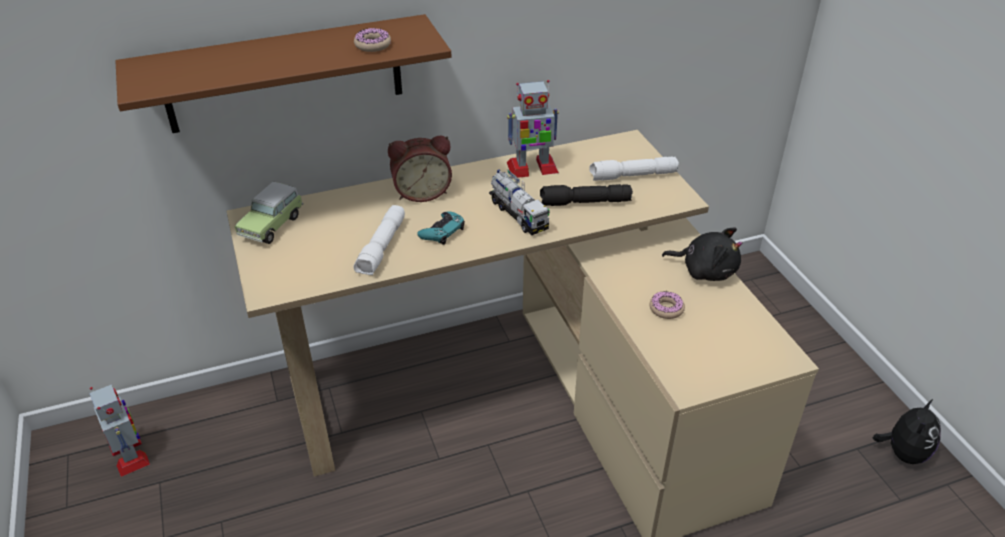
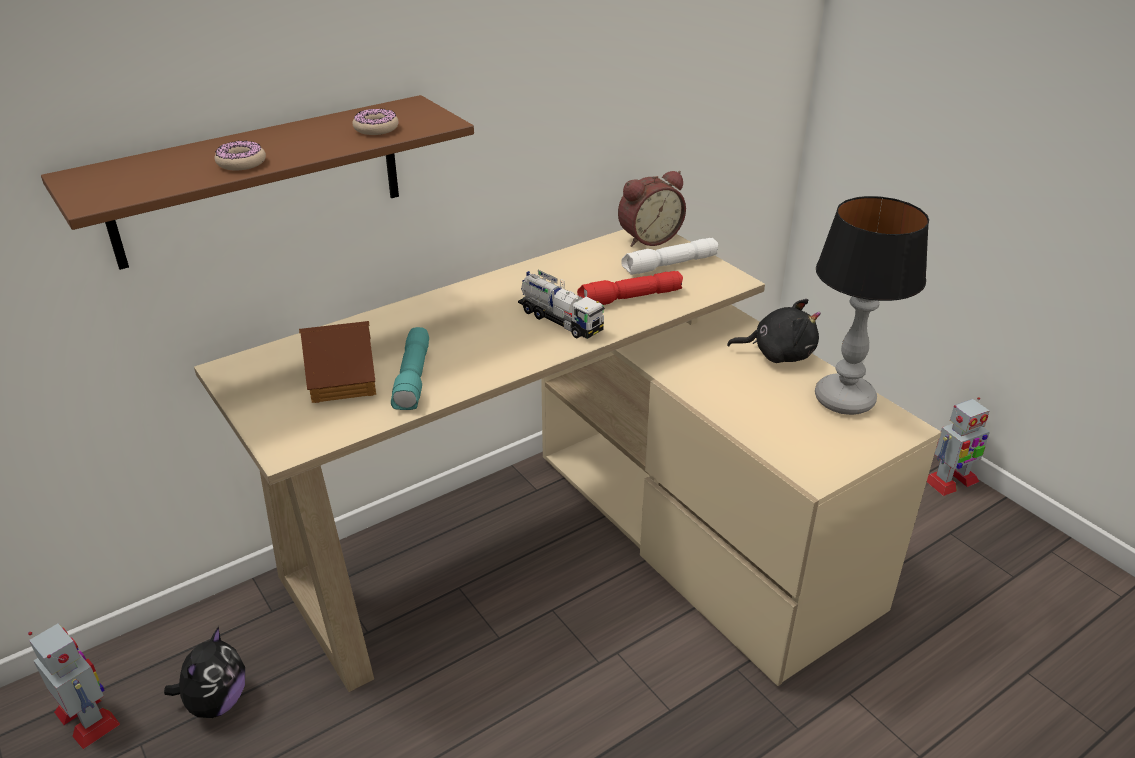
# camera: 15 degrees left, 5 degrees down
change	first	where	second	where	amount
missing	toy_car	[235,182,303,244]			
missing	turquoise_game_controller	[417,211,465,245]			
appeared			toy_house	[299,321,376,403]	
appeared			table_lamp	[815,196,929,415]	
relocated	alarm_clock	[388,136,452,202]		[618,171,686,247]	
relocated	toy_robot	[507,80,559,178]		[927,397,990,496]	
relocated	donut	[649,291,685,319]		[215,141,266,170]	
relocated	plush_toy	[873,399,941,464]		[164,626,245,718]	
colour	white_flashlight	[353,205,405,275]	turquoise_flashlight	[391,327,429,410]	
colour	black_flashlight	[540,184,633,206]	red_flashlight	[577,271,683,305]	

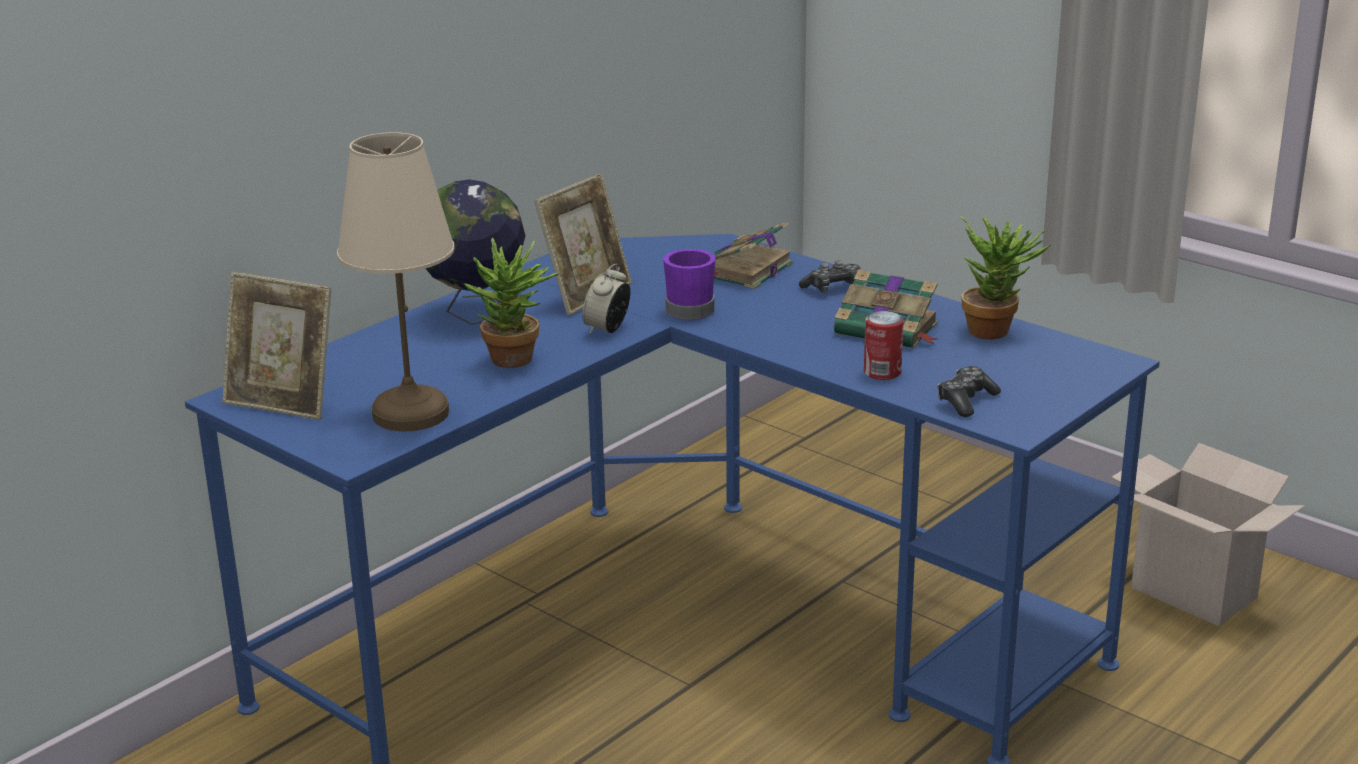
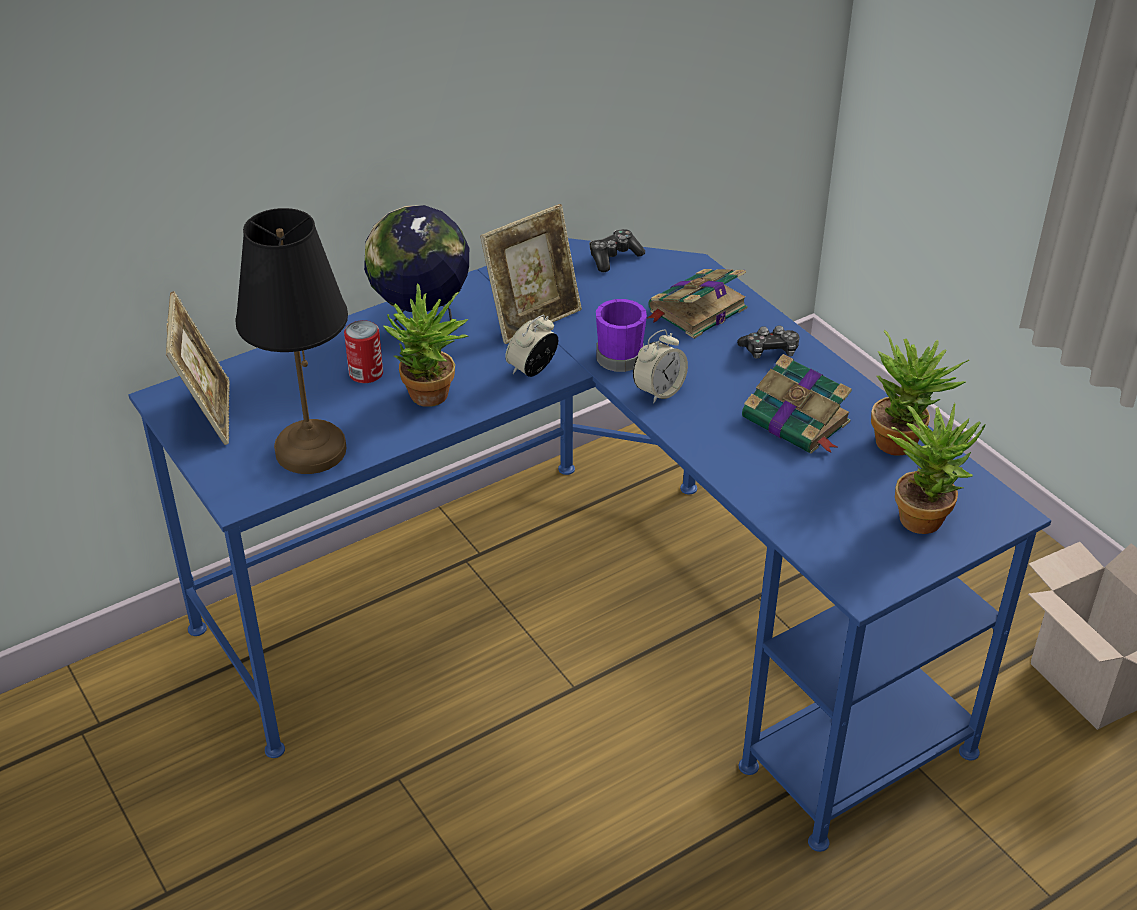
# camera: 15 degrees right, 15 degrees up
change	first	where	second	where	amount
appeared			alarm_clock	[633,329,688,404]	
appeared			potted_plant	[887,403,986,534]	
relocated	can	[864,311,904,380]		[344,320,383,383]	
relocated	game_controller	[937,366,1001,417]		[589,229,645,272]	
colour	beige_table_lamp	[337,132,455,431]	black_table_lamp	[235,208,348,474]	
spun	picture_frame	[222,272,331,420]		[166,291,230,445]	135 degrees counterclockwise

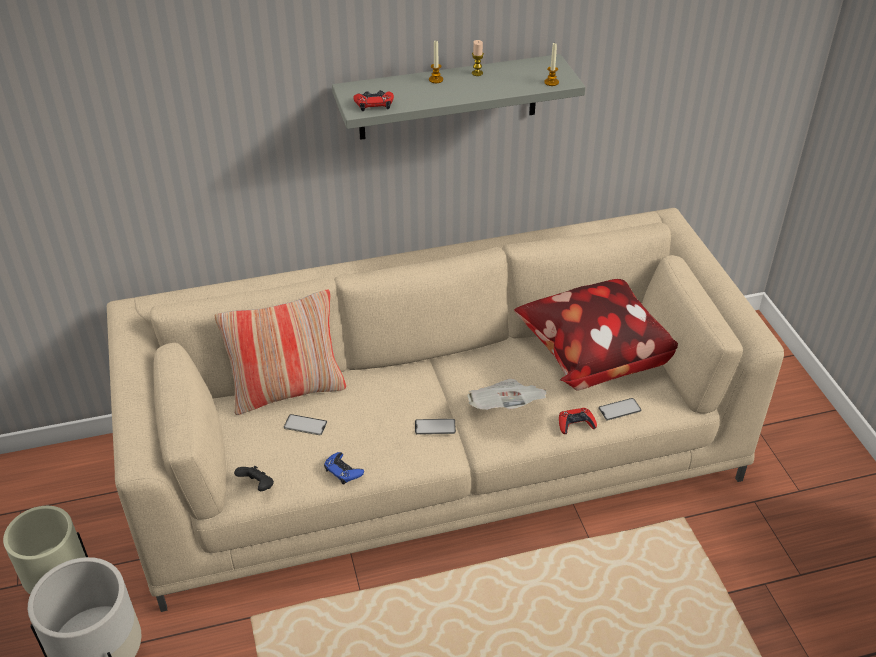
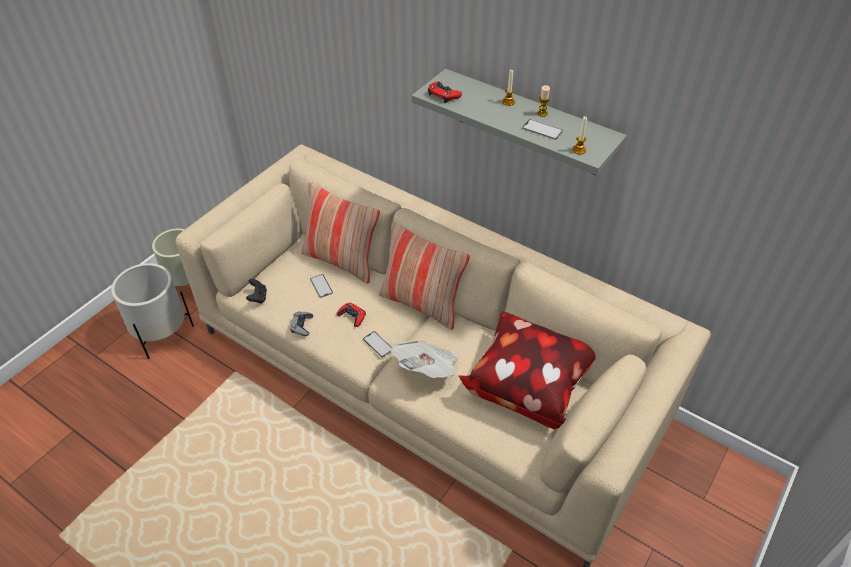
# camera: 50 degrees right, 5 degrees up
change	first	where	second	where	amount
appeared			pillow	[379,223,470,330]	
relocated	red_game_controller	[559,408,597,434]		[337,303,366,327]	
relocated	phone	[598,398,641,421]		[522,119,563,140]	
colour	blue_game_controller	[324,452,364,485]	grey_game_controller	[290,312,313,336]	

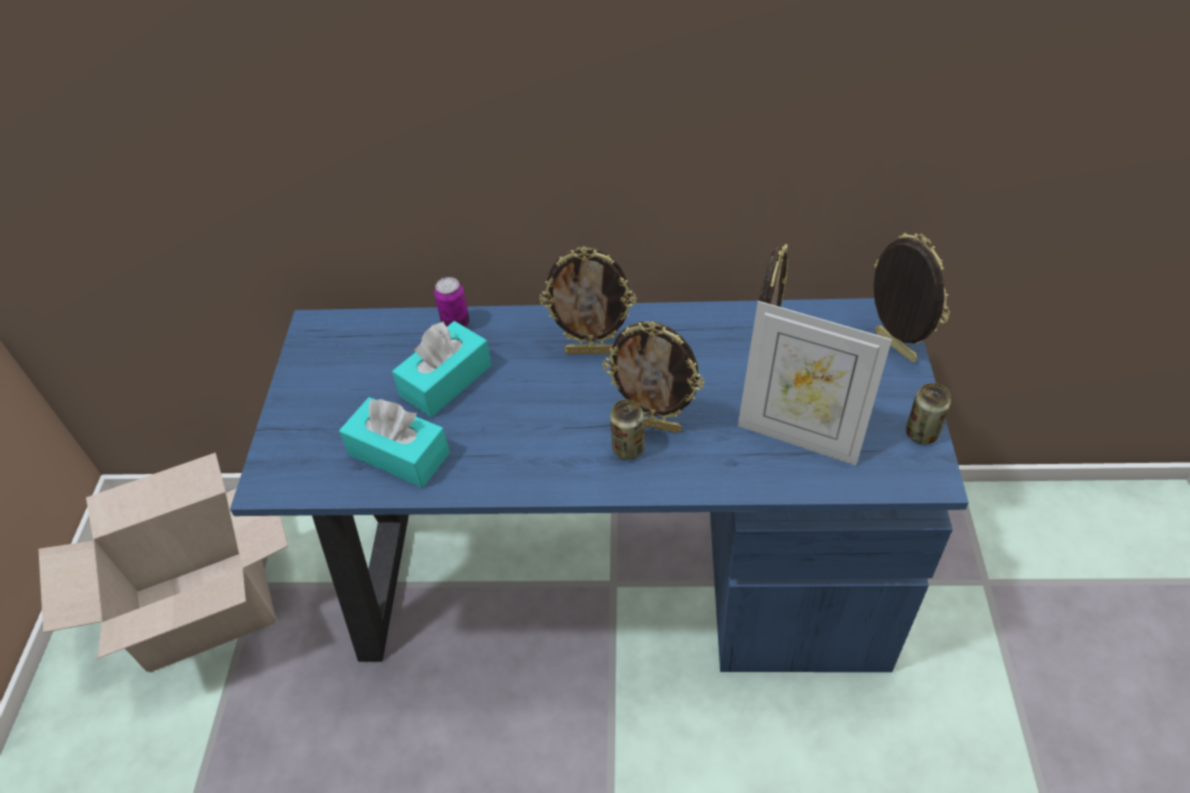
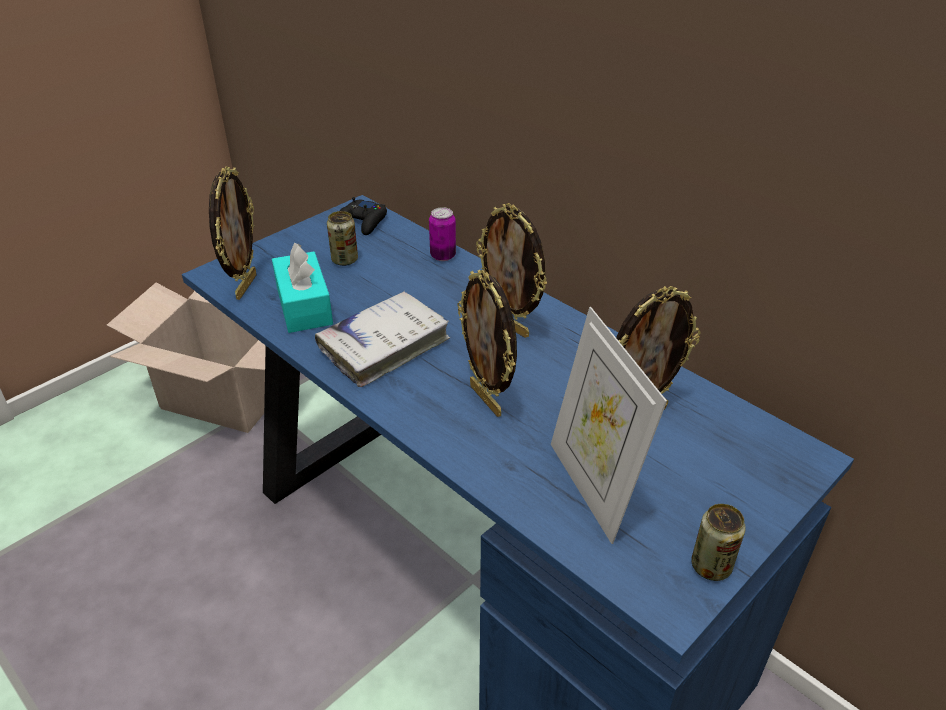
# camera: 40 degrees right, 10 degrees down
change	first	where	second	where	amount
missing	turquoise_tissue_box	[392,321,492,417]			
appeared			white_book	[315,291,450,387]	
appeared			black_game_controller	[340,197,387,235]	
relocated	can	[610,399,645,460]		[327,211,358,266]	
relocated	picture_frame	[874,232,950,362]		[209,166,257,300]	

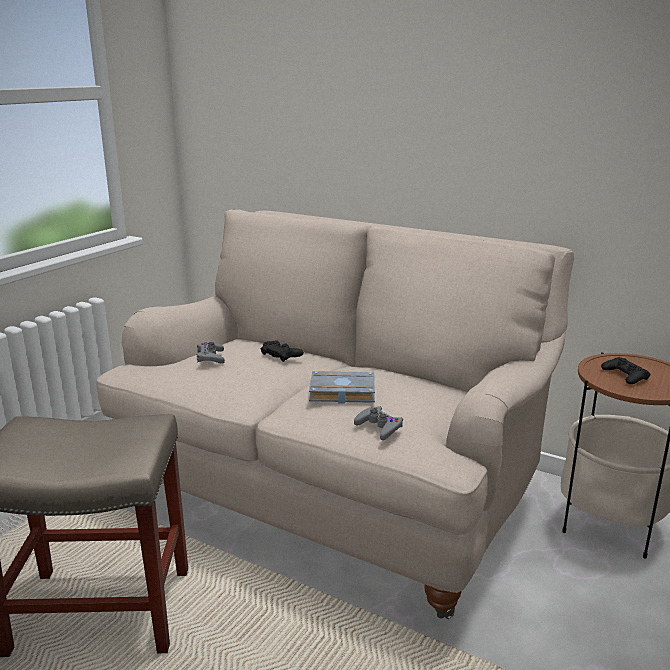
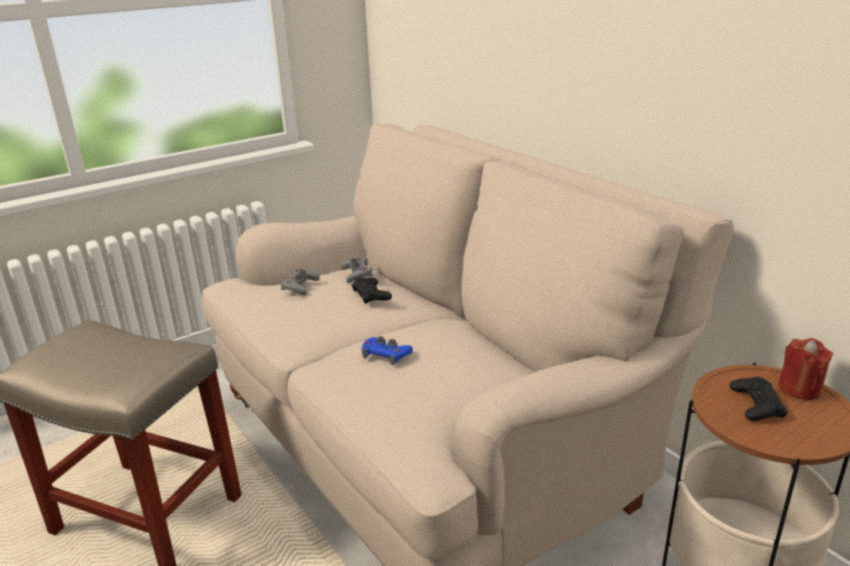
# camera: 25 degrees right, 5 degrees up
change	first	where	second	where	amount
appeared			red_candle	[778,338,833,400]	
relocated	grey_game_controller	[354,406,403,440]		[341,257,372,283]	
exchanged	grey_book	[309,371,375,404]	blue_game_controller	[362,336,413,365]	

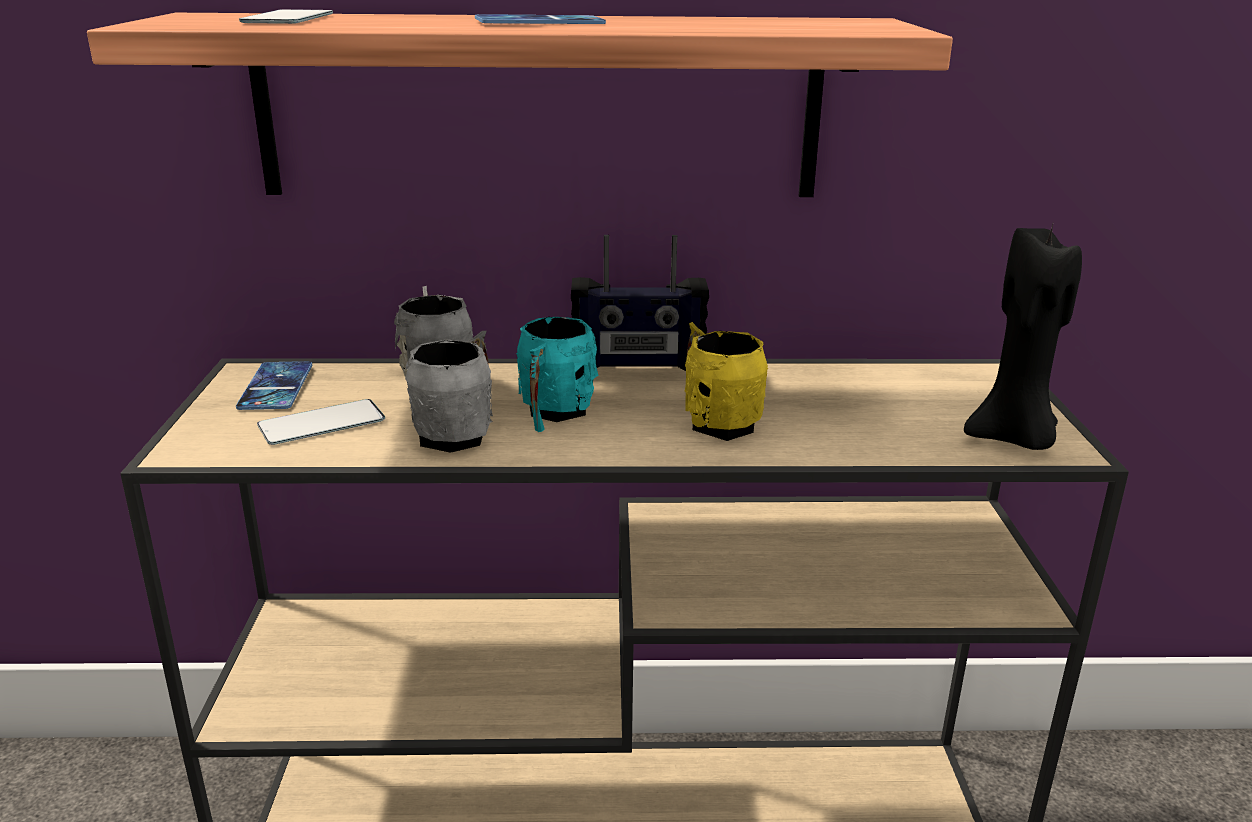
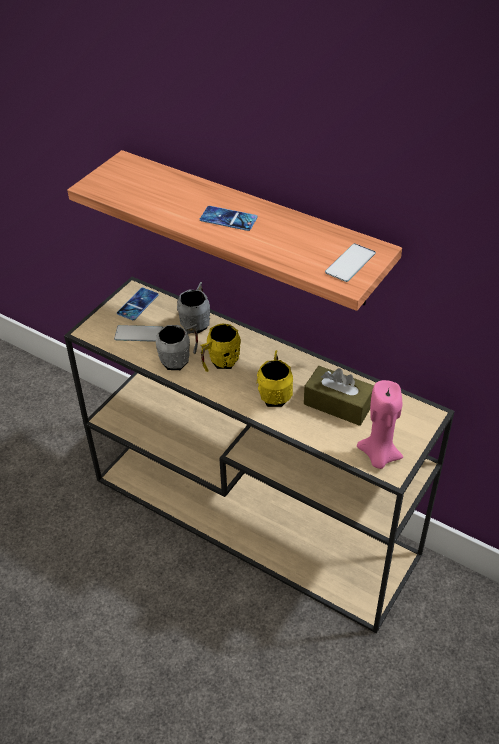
# camera: 35 degrees right, 20 degrees up
change	first	where	second	where	amount
missing	radio	[571,235,709,371]			
appeared			brown_tissue_box	[304,366,374,426]	
relocated	phone	[239,9,333,24]		[325,243,376,282]	
colour	turquoise_mug	[516,317,598,432]	yellow_mug	[201,324,241,372]	
colour	black_candle	[964,224,1082,450]	pink_candle	[357,380,403,469]	

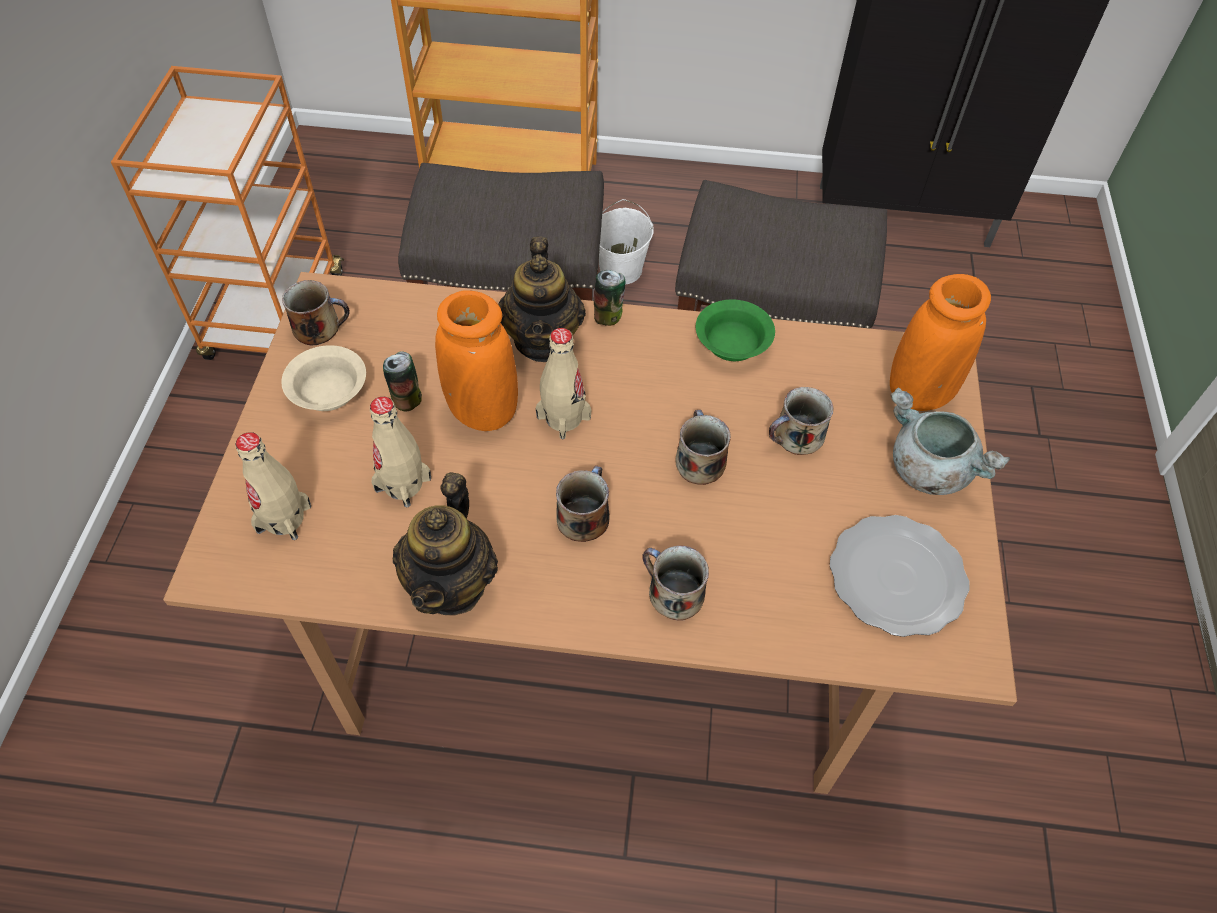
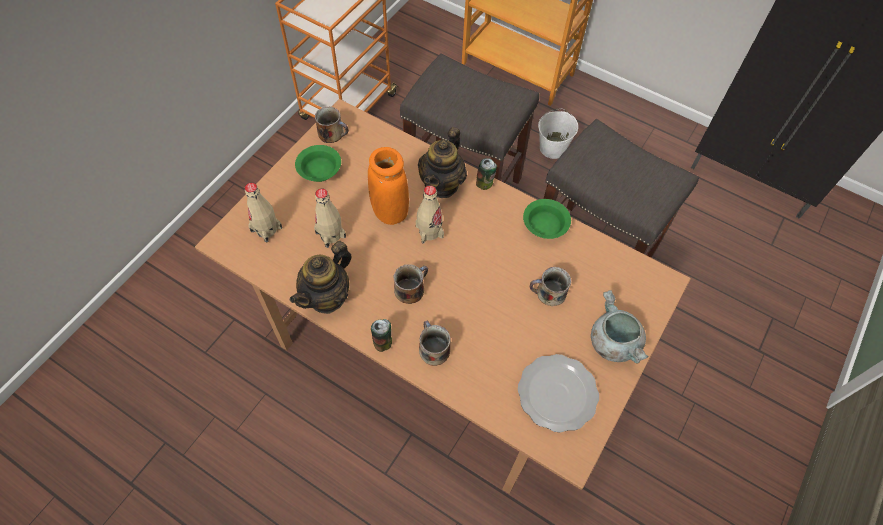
# camera: 25 degrees right, 5 degrees up
change	first	where	second	where	amount
missing	mug	[676,410,731,485]			
missing	orange_vase	[890,274,991,411]			
relocated	can	[383,351,422,411]		[371,319,392,352]	
colour	beige_bowl	[281,345,366,411]	green_bowl	[295,145,341,182]	

